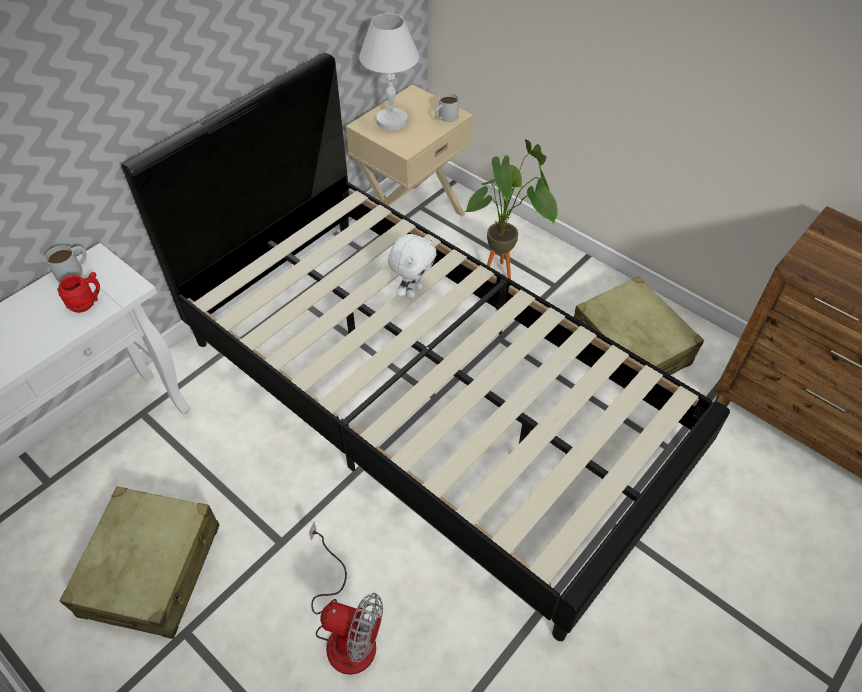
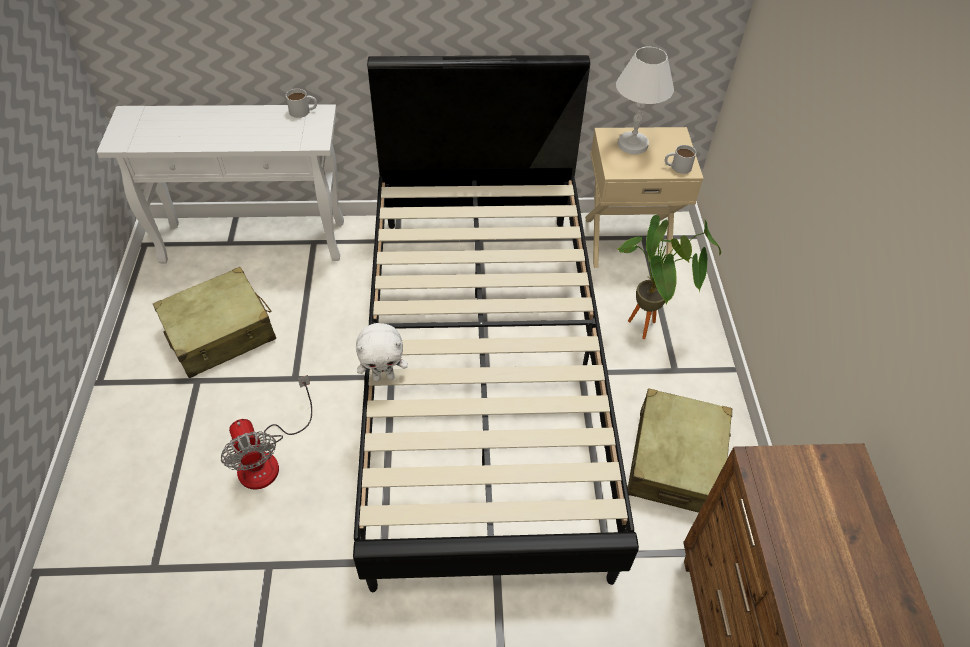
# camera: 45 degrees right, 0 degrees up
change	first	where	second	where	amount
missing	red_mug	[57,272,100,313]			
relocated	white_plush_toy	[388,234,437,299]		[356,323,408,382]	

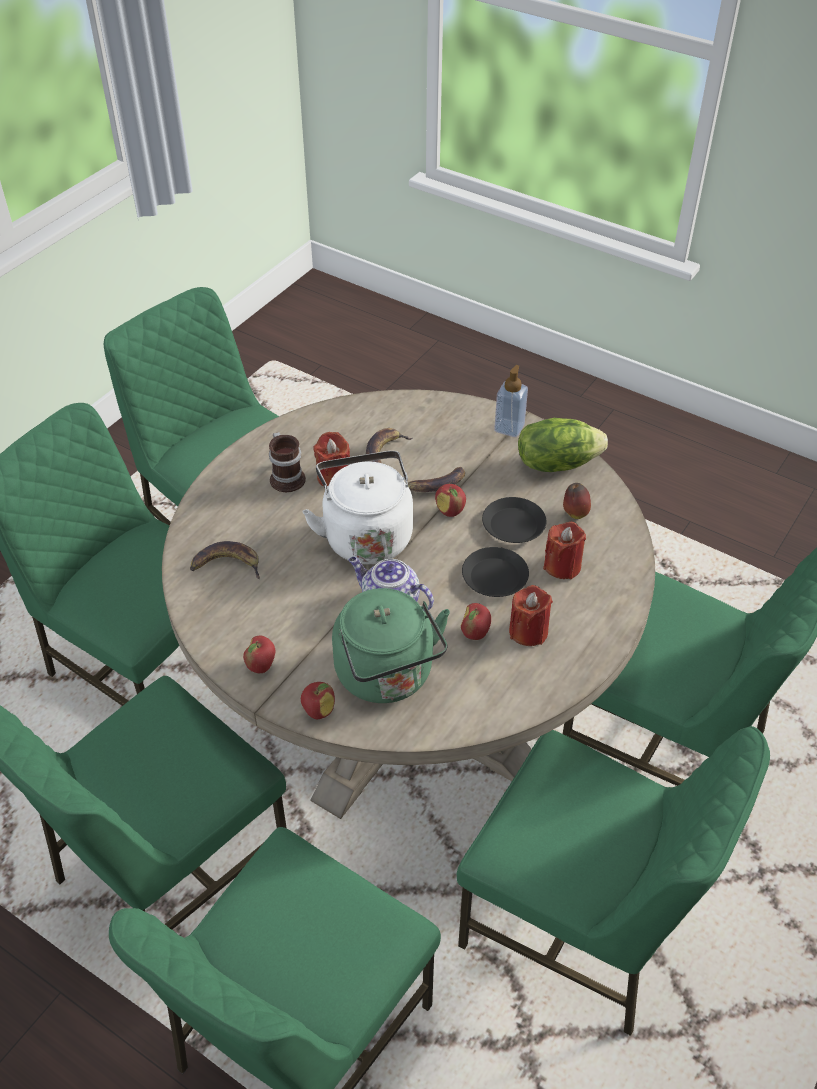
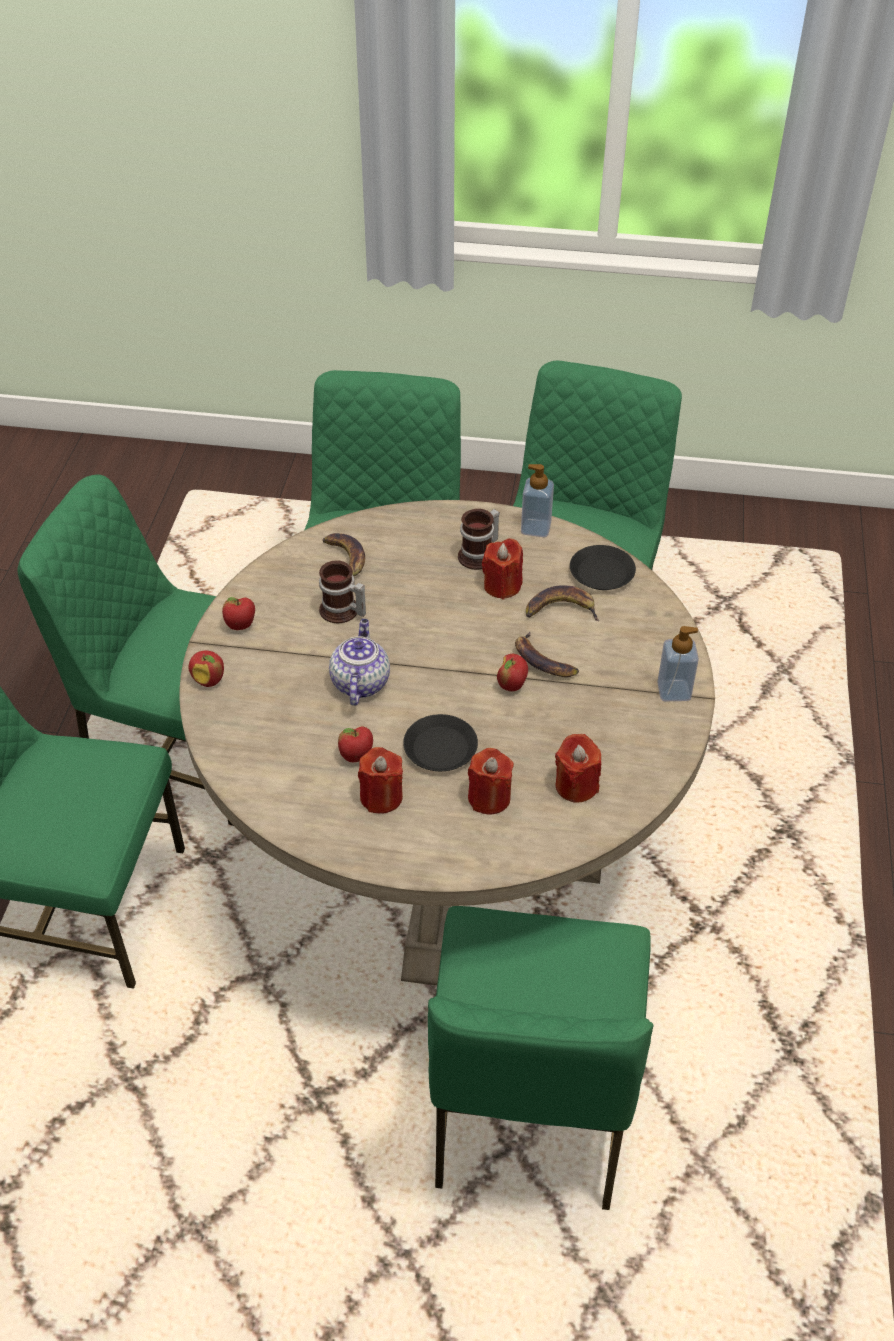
# camera: 65 degrees right, 0 degrees up
change	first	where	second	where	amount
missing	white_kettle	[302,451,413,564]			
missing	green_kettle	[332,588,450,703]			
missing	green_chair	[457,726,770,1036]			
missing	lettuce	[518,418,608,472]			
appeared			mug	[319,560,366,623]	
appeared			soap_dispenser	[521,464,554,537]	
relocated	black_plate	[482,497,546,543]		[570,545,636,590]	
exchanged	apple	[563,483,591,519]	red_candle	[555,734,601,802]	

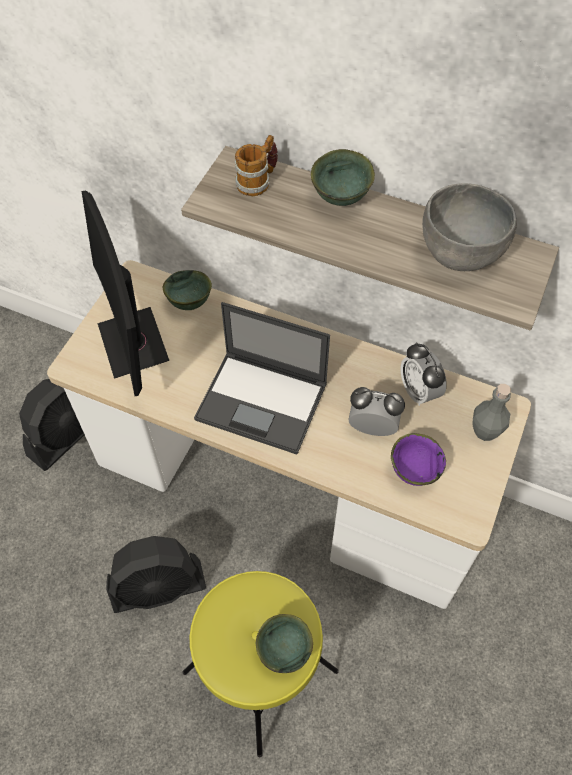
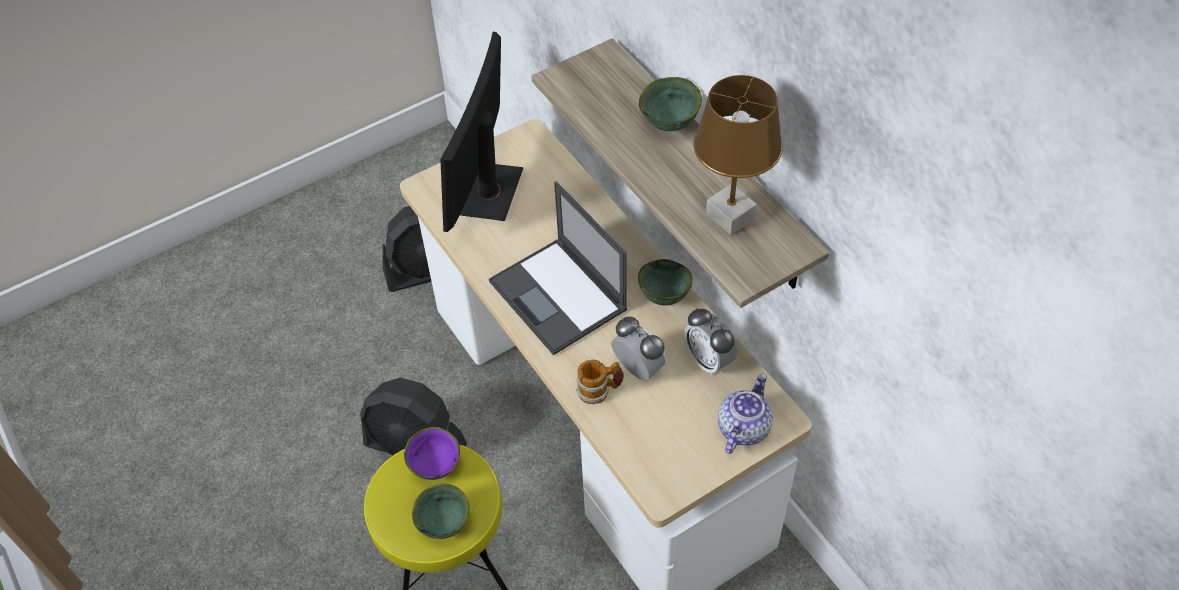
# camera: 35 degrees right, 5 degrees down
change	first	where	second	where	amount
relocated	green_bowl	[163,270,212,310]		[638,259,693,306]	
relocated	mug	[235,135,278,196]		[576,360,624,404]	
relocated	purple_bowl	[391,433,446,486]		[404,427,460,480]	
exchanged	grey_bowl	[422,183,517,271]	brown_table_lamp	[694,75,783,235]	
exchanged	grey_bottle	[472,384,511,441]	teapot	[718,373,773,454]	
spun	alarm_clock	[401,342,447,406]		[684,308,737,376]	45 degrees counterclockwise

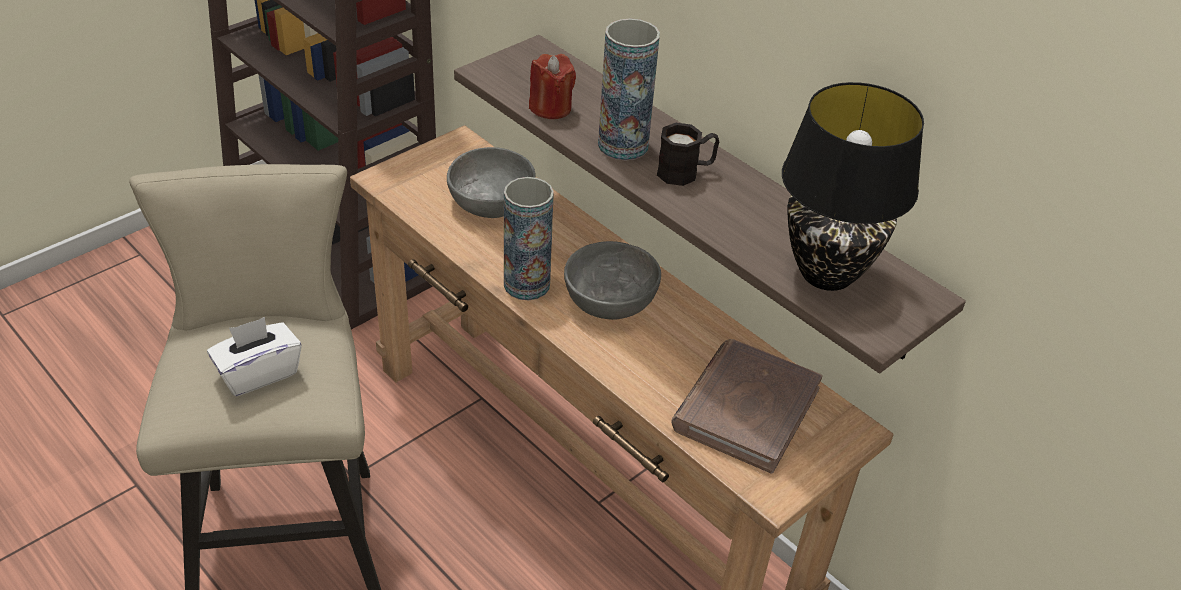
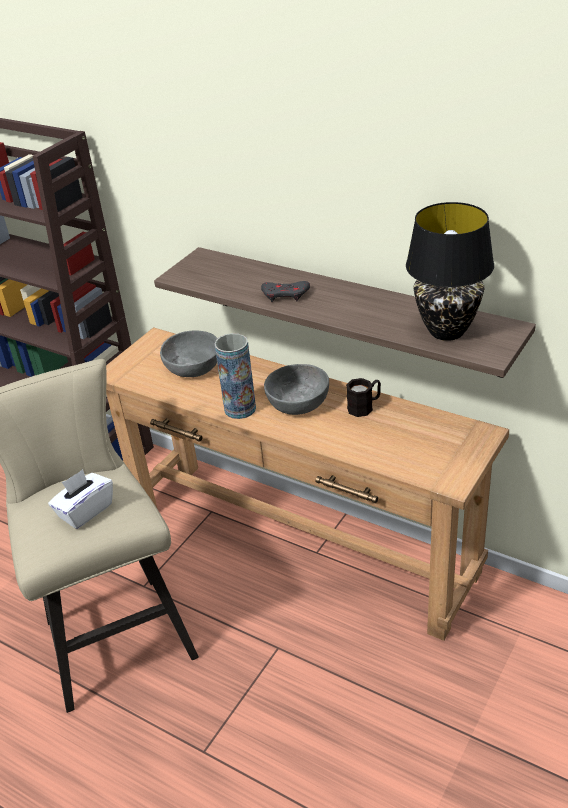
# camera: 10 degrees left, 5 degrees down
change	first	where	second	where	amount
missing	red_candle	[529,54,576,119]			
missing	brown_book	[671,339,823,474]			
relocated	black_mug	[657,123,719,186]		[346,378,381,417]	
exchanged	vase	[598,19,660,161]	grey_game_controller	[261,281,310,302]	

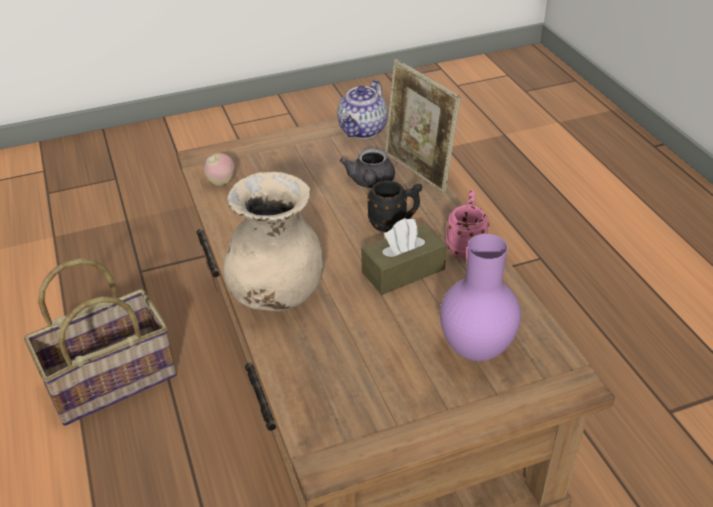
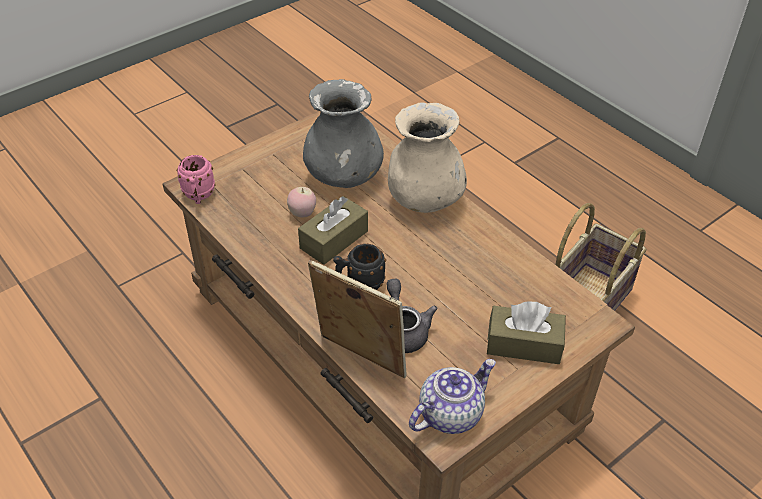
# camera: 160 degrees right, 5 degrees up
change	first	where	second	where	amount
missing	purple_vase	[440,234,521,361]			
appeared			grey_vase	[303,79,384,188]	
appeared			brown_tissue_box	[487,301,566,364]	
relocated	apple	[204,153,235,186]		[287,187,316,218]	
relocated	pink_mug	[445,190,489,259]		[177,155,216,204]	
spun	teapot	[337,80,388,139]		[409,359,496,434]	45 degrees clockwise

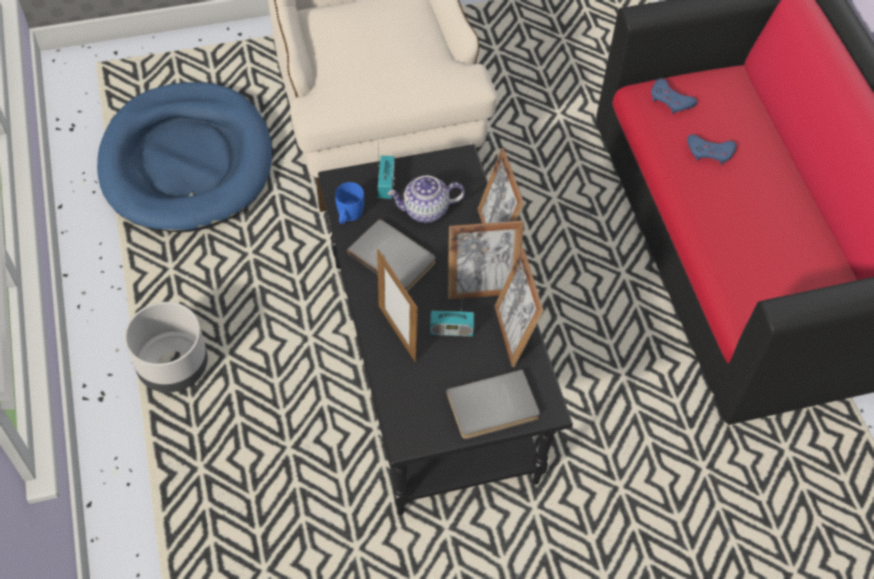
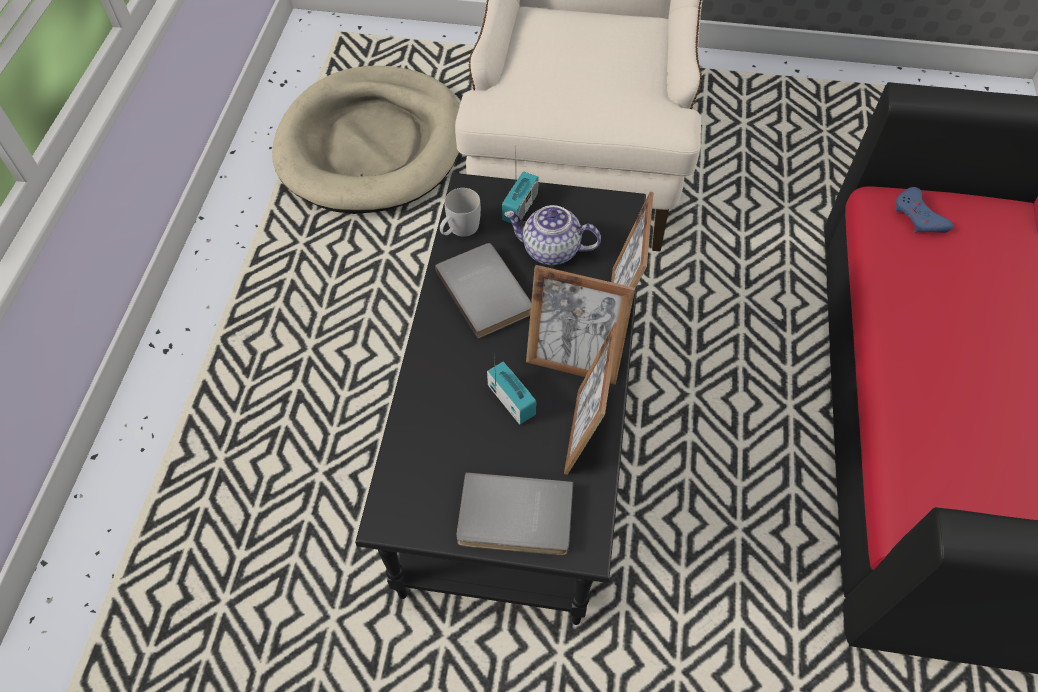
# camera: 25 degrees right, 0 degrees up
change	first	where	second	where	amount
missing	grey_planter	[125,302,208,392]			
missing	picture_frame	[377,249,418,363]			
missing	blue_game_controller	[687,134,736,165]			
colour	blue_dog_bed	[97,82,272,232]	beige_dog_bed	[272,66,460,214]	
colour	blue_mug	[335,182,364,224]	white_mug	[440,188,481,237]	
spun	radio	[430,293,474,336]		[487,354,536,424]	150 degrees counterclockwise

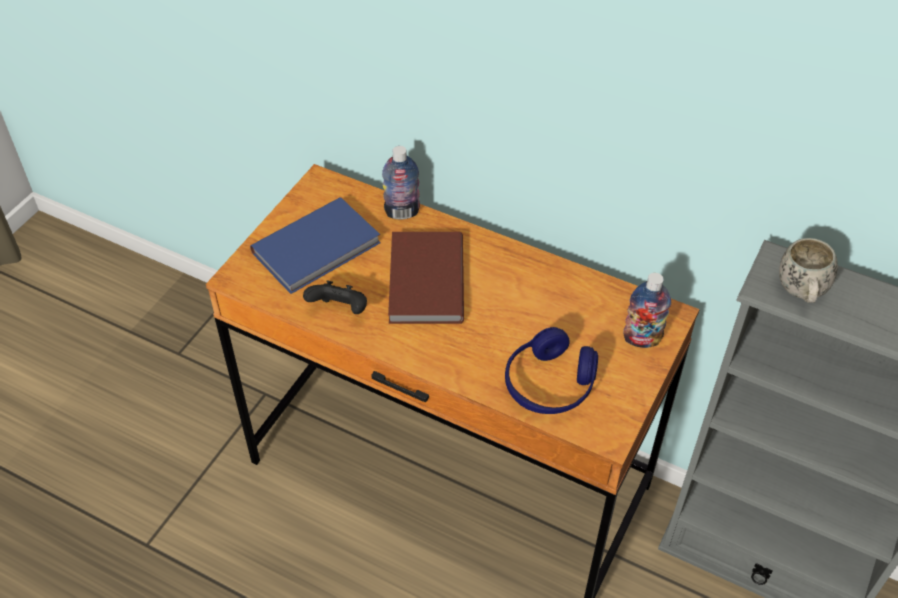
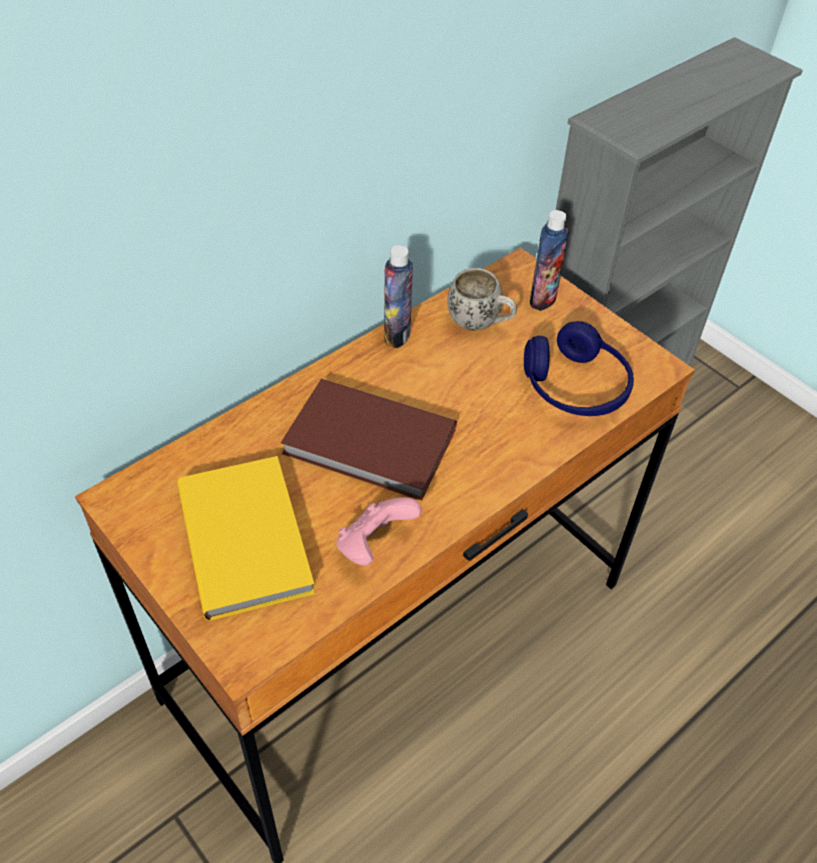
# camera: 70 degrees left, 0 degrees up
change	first	where	second	where	amount
relocated	bottle	[382,146,420,219]		[384,245,413,348]	
relocated	white_mug	[779,238,838,303]		[447,268,517,330]	
colour	blue_book	[250,197,381,294]	yellow_book	[177,456,315,621]	
colour	black_game_controller	[303,280,367,314]	pink_game_controller	[337,497,422,566]	

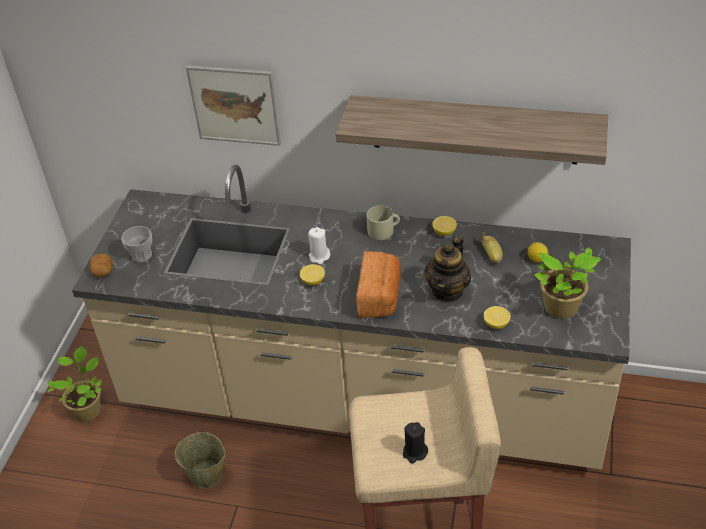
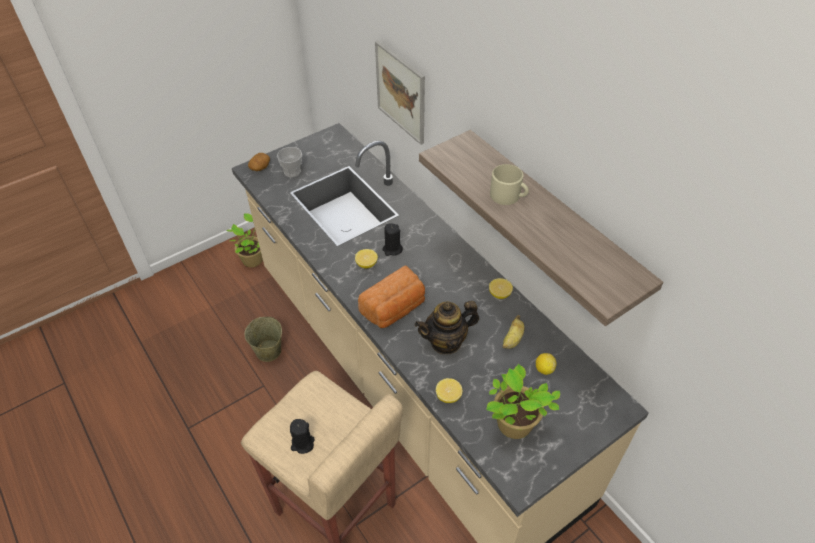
# camera: 40 degrees right, 5 degrees up
change	first	where	second	where	amount
relocated	beige_mug	[366,205,400,240]		[490,164,529,205]	
colour	white_candle	[308,227,330,265]	black_candle	[382,223,403,256]	

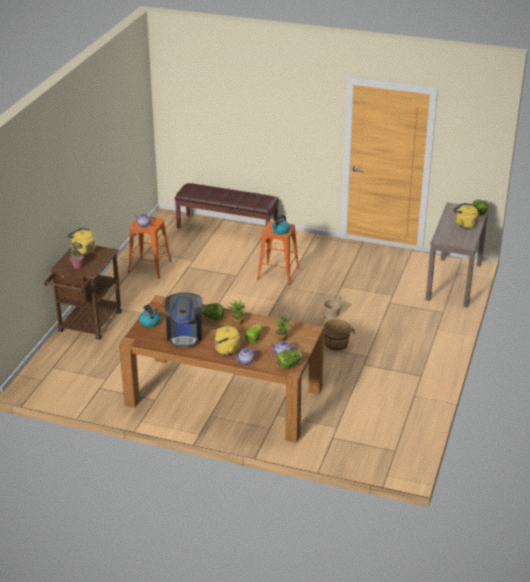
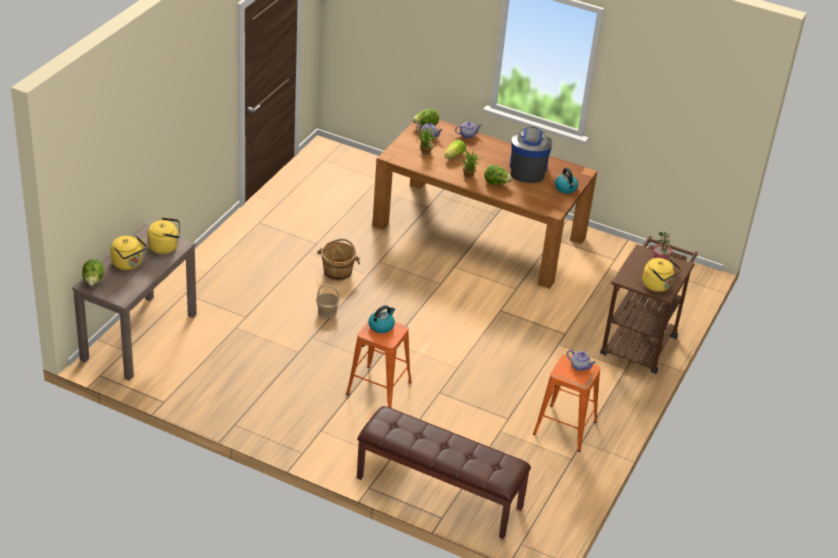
# camera: 175 degrees left, 5 degrees up
change	first	where	second	where	amount
relocated	yellow_kettle	[211,324,240,355]		[147,217,180,254]	

